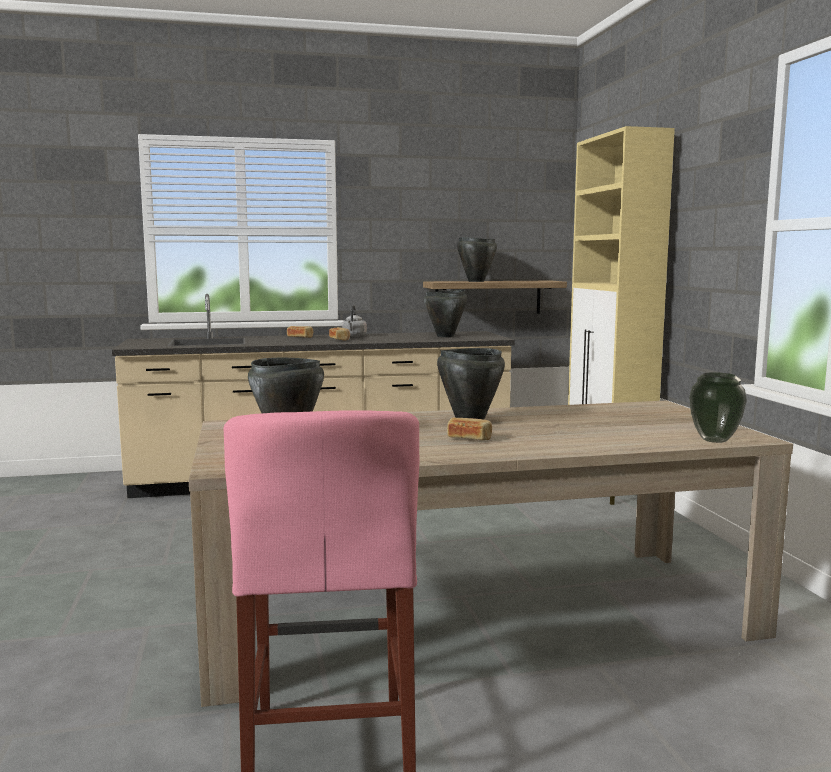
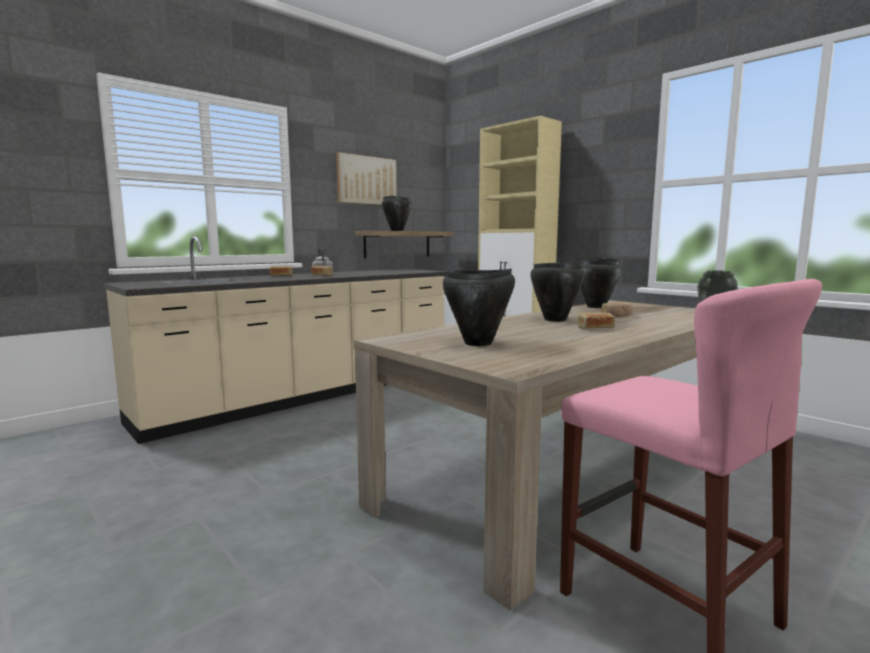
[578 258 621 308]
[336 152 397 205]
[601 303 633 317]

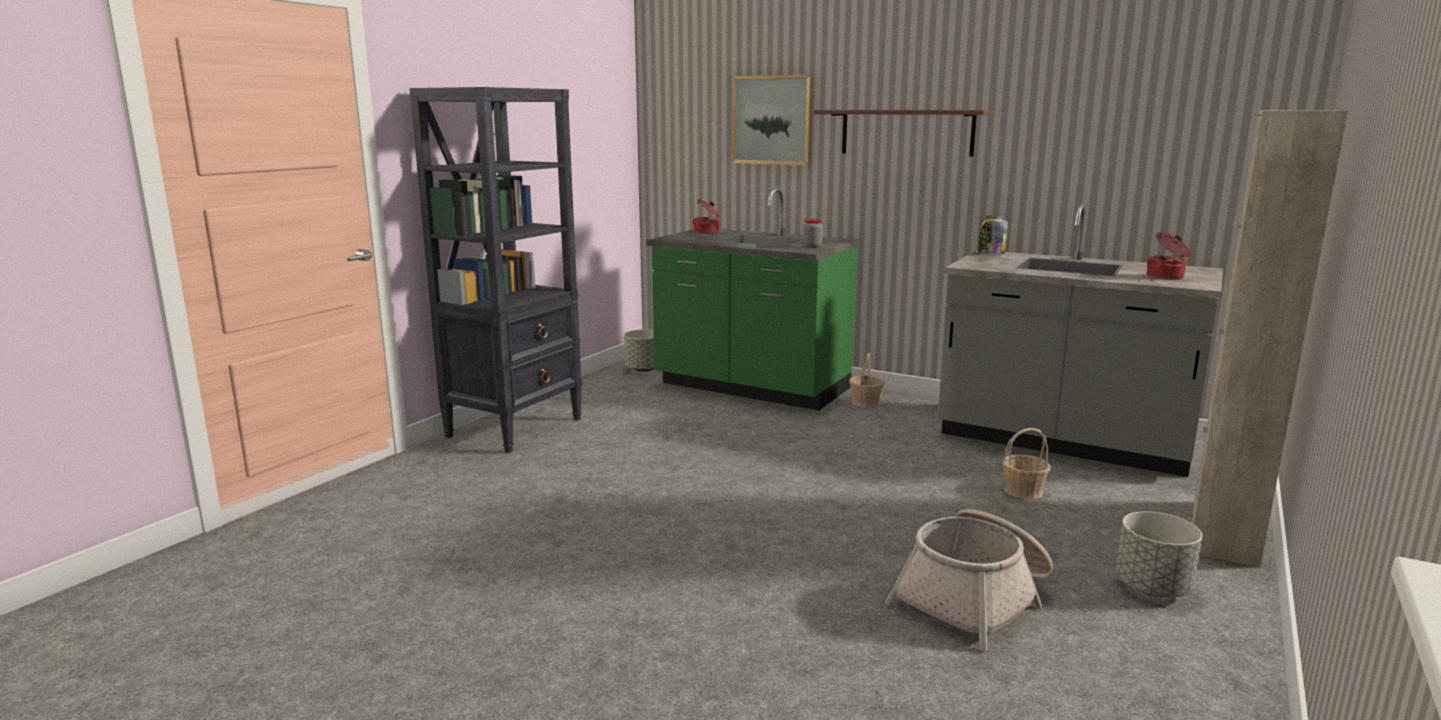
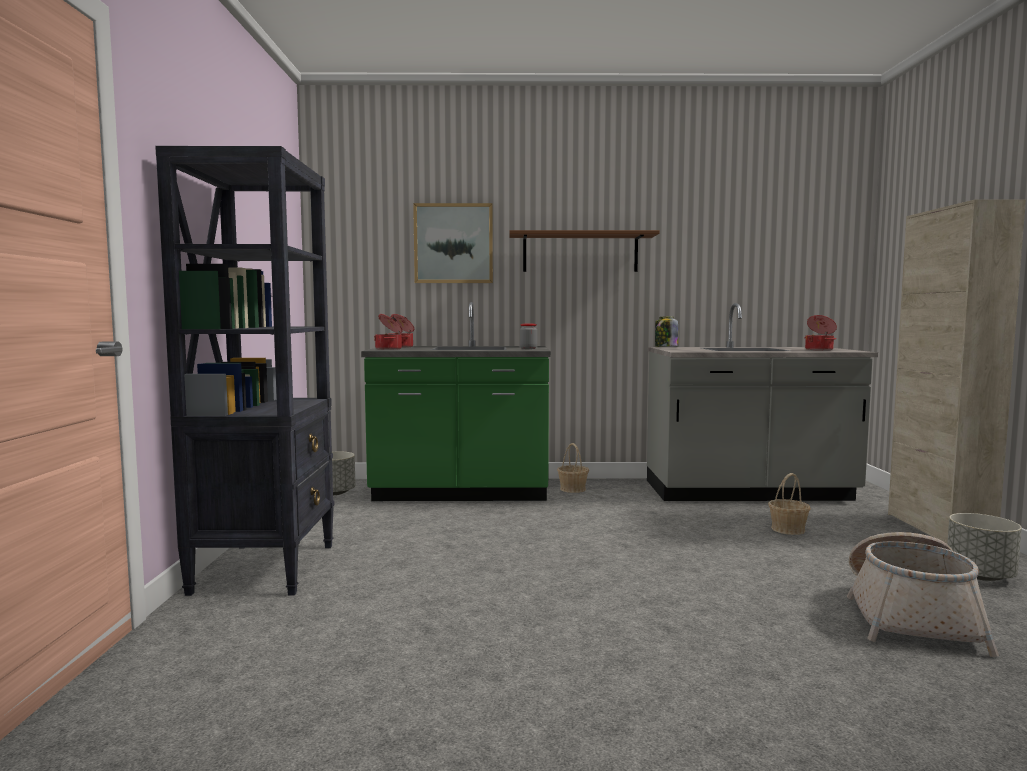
[374 314 403 350]

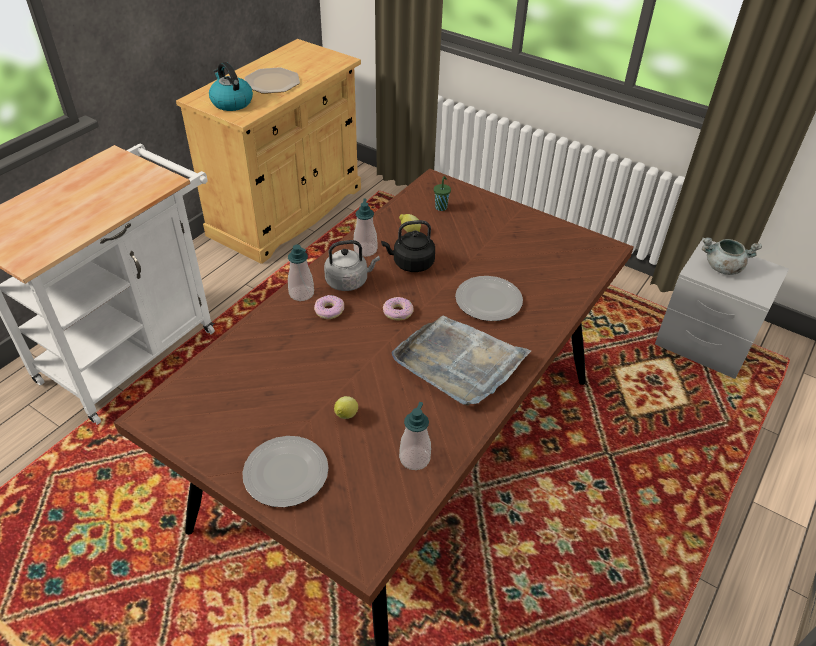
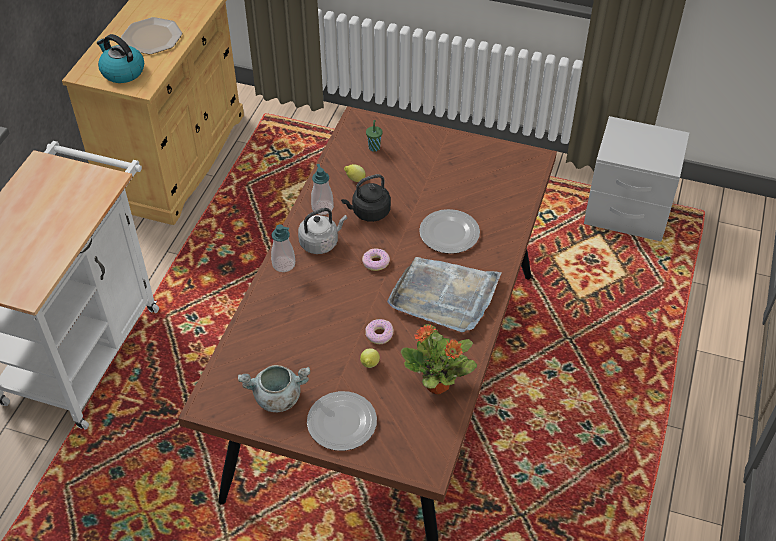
[238 365 310 412]
[365 319 394 344]
[401 324 477 395]

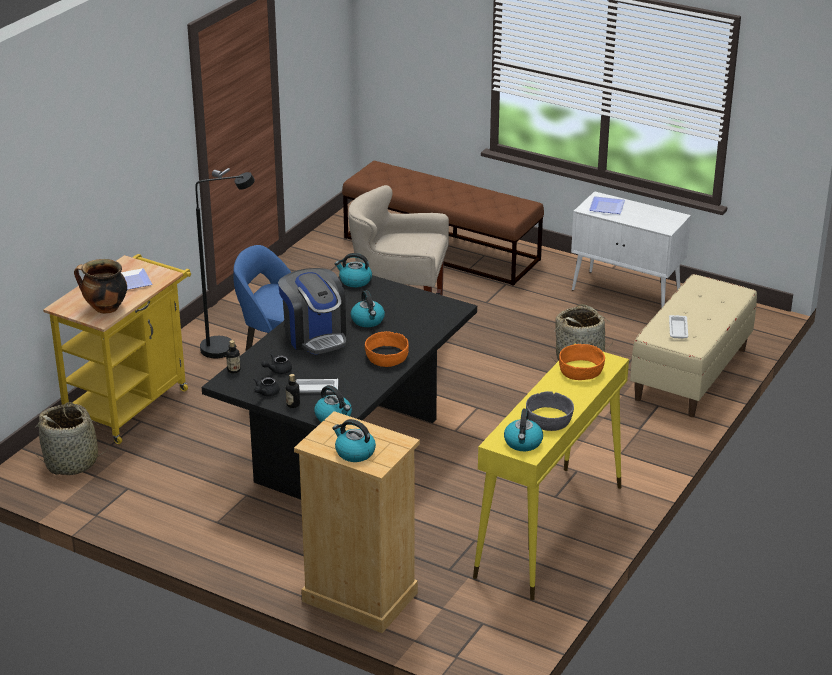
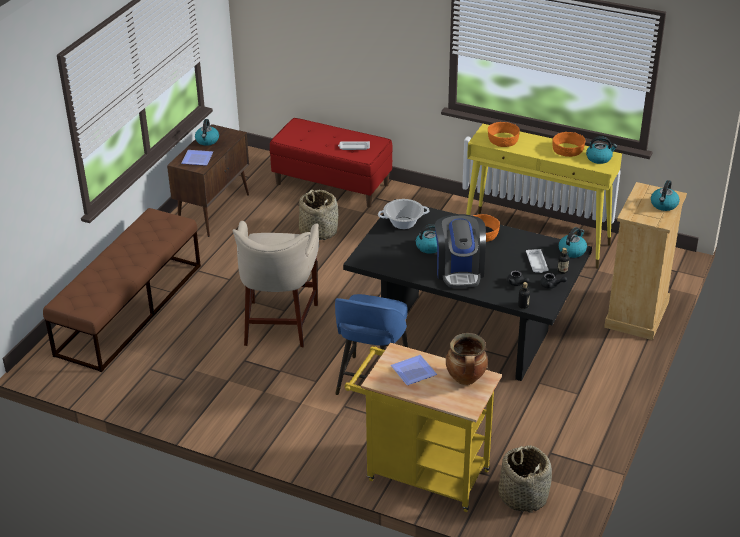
[195 172 255 358] (first image)
[167 124 249 237]
[195 119 219 146]
[435 214 486 288]
[270 118 393 208]
[552 132 585 157]
[378 199 430 229]

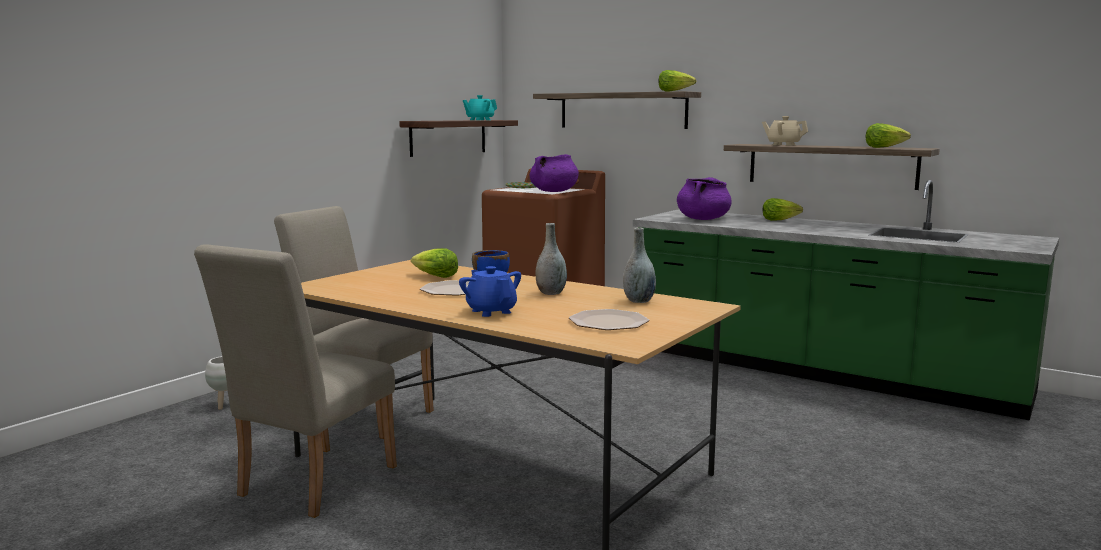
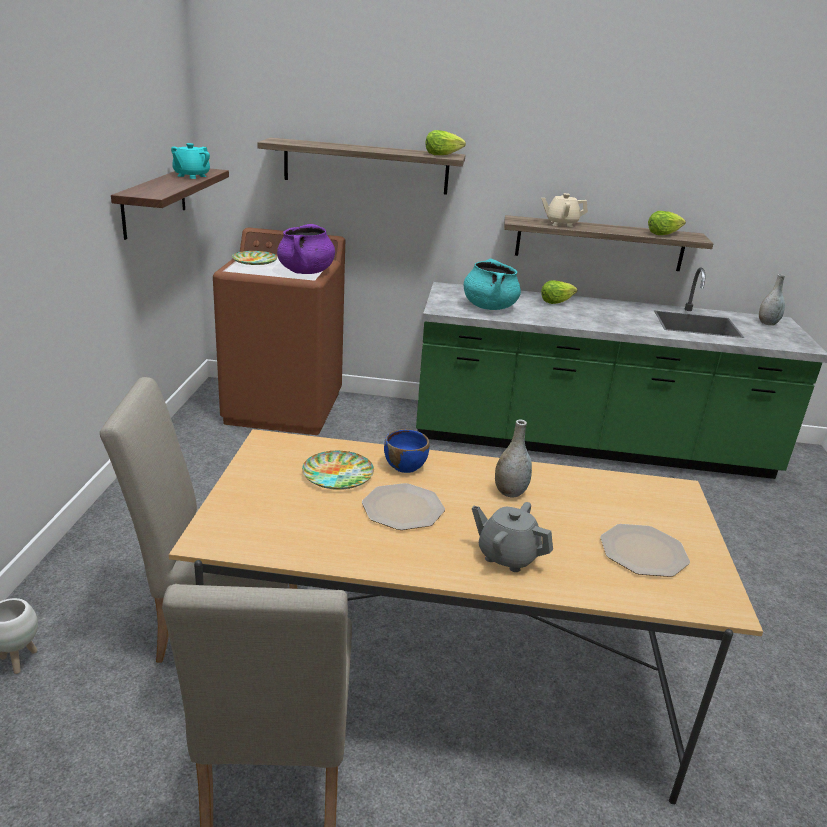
[464 258 521 310]
[759 274 785 325]
[302 451 374 490]
[472 502 553 572]

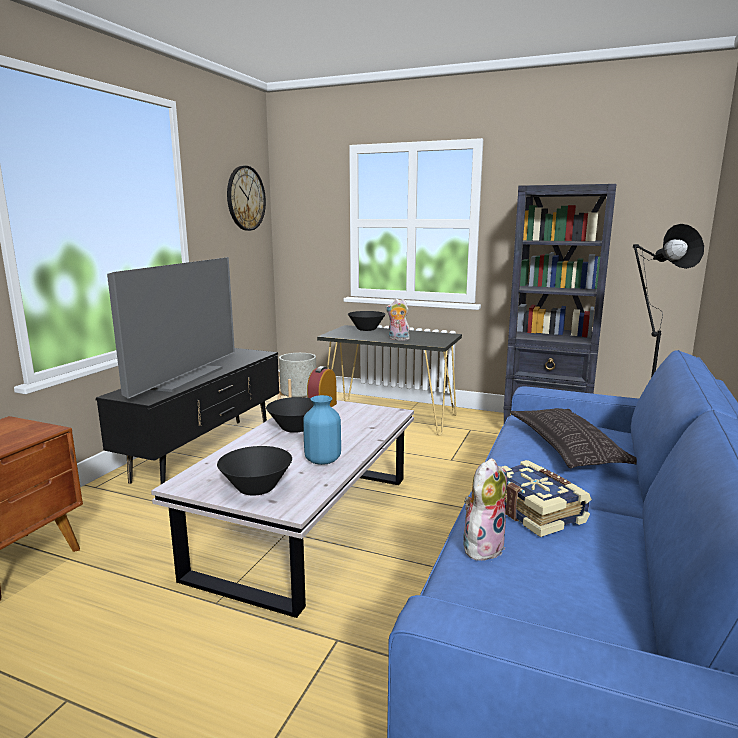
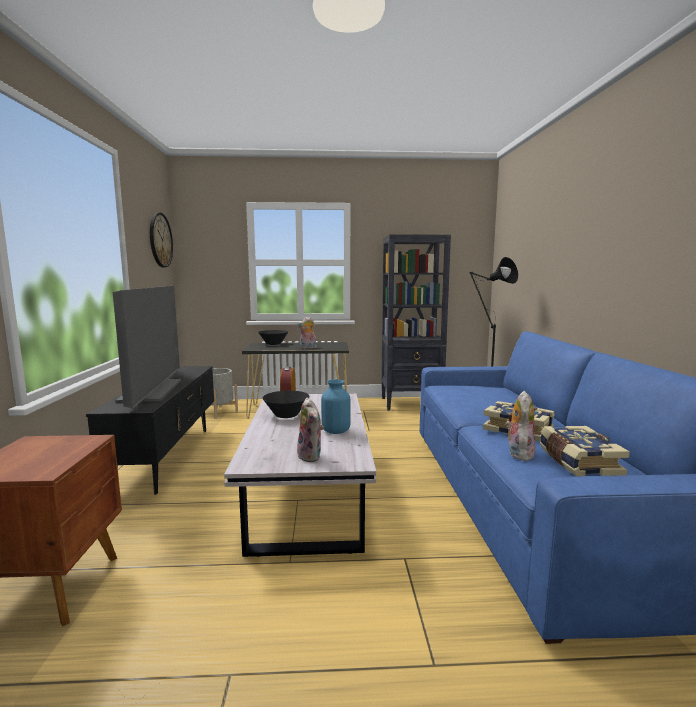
[510 408 637 469] (first image)
[297 397 324 462]
[540 426 630 476]

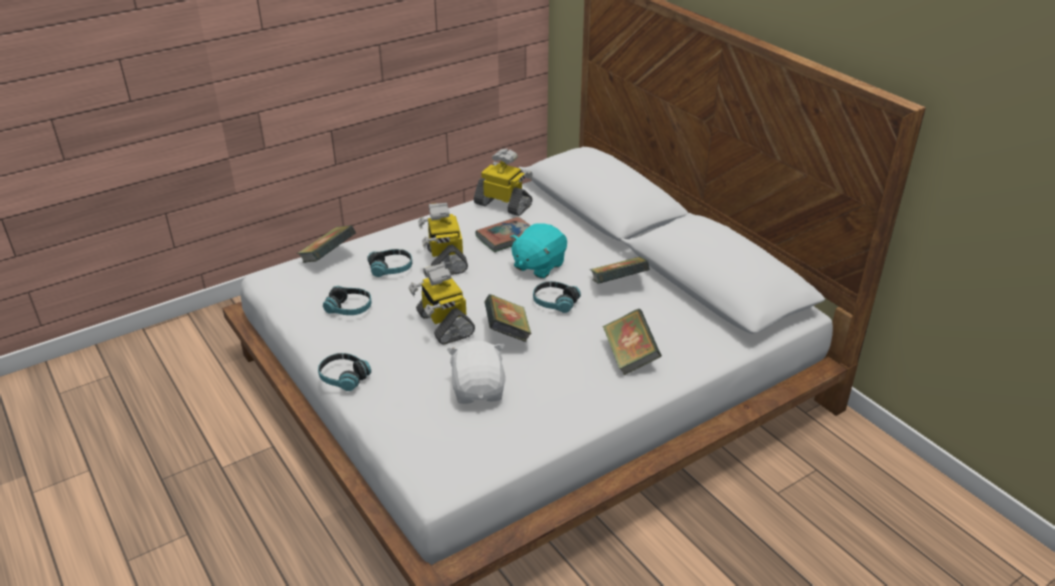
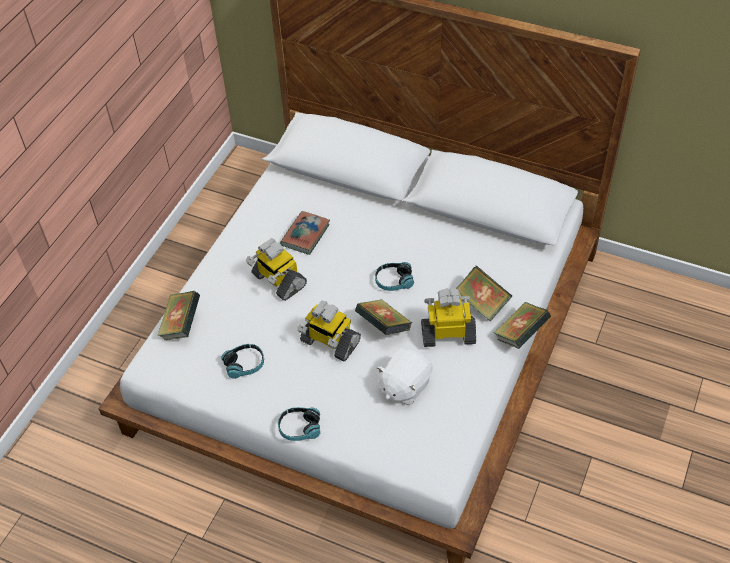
[421 288 476 347]
[510 223 567 279] (first image)
[368 249 412 277] (first image)
[494 302 551 349]
[376 348 432 405]

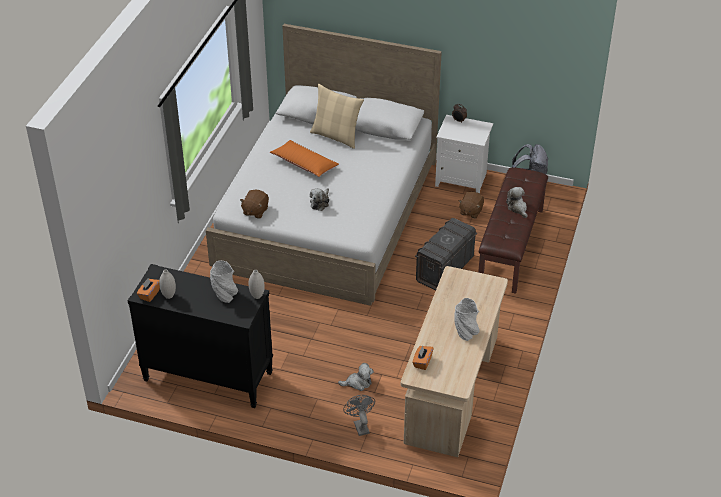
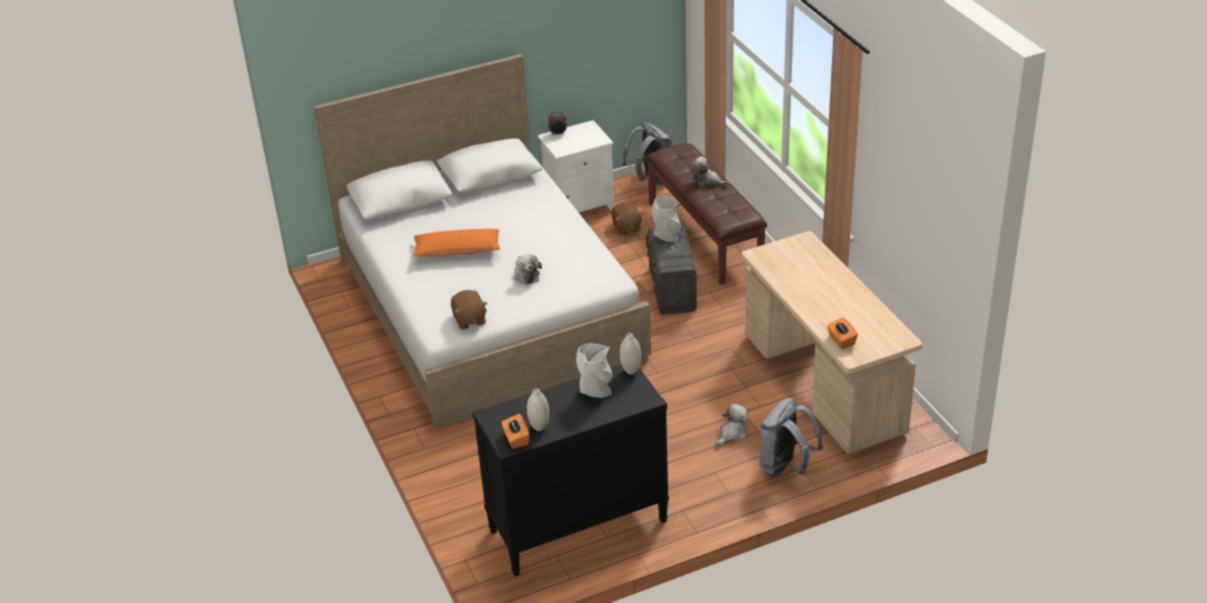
[310 84 364 149] (first image)
[652 196 681 242]
[760 398 823 477]

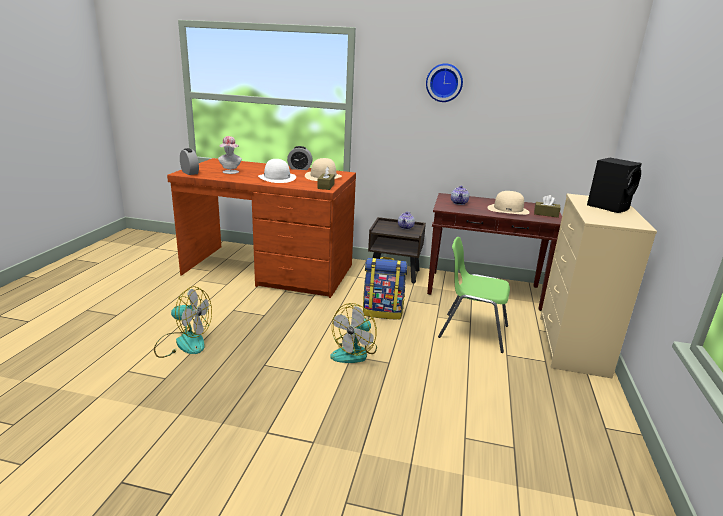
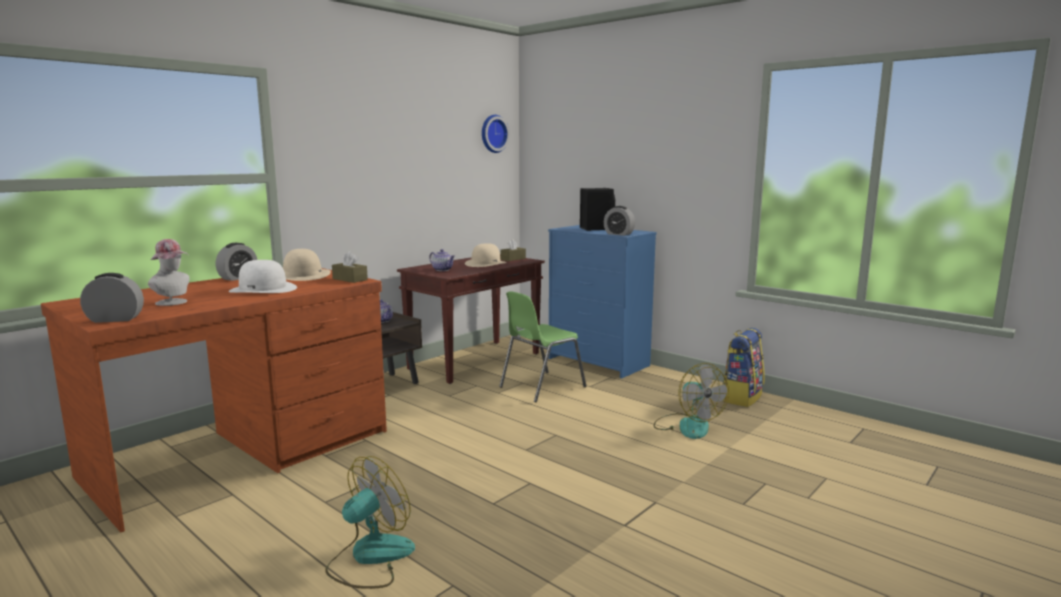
[482 115 510 153]
[548 225 657 379]
[722 328 765 407]
[653 363 729 439]
[604 206 635 236]

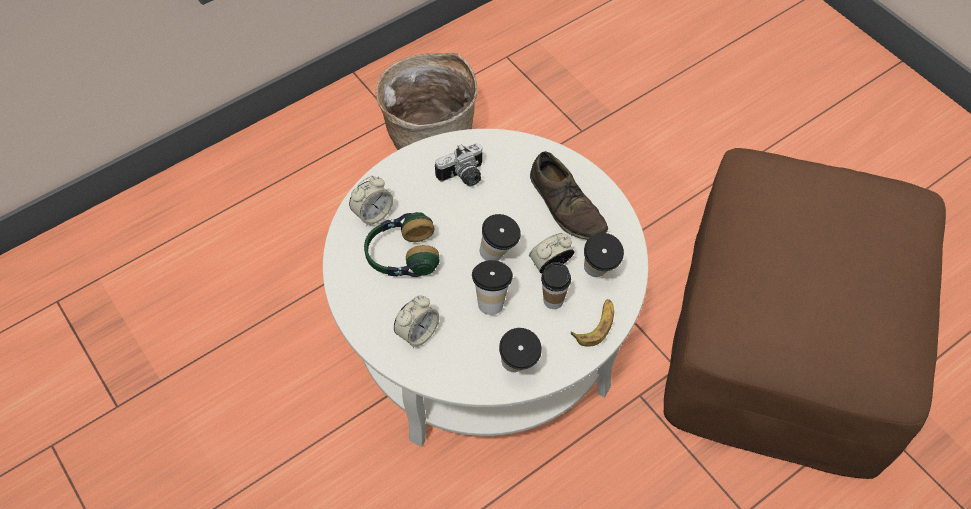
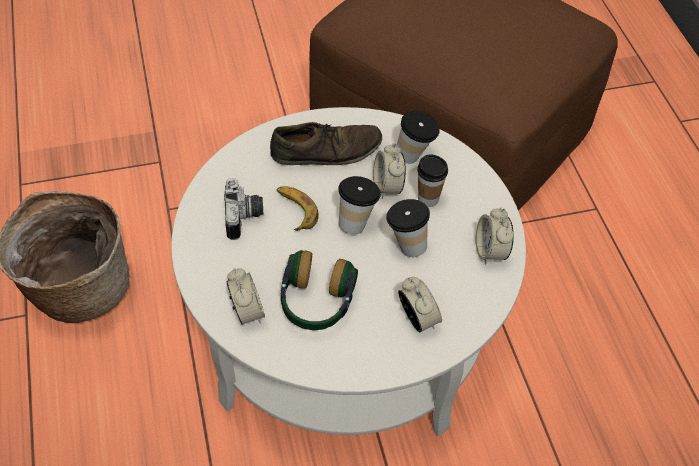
[277 186 319 231]
[476 207 514 265]

